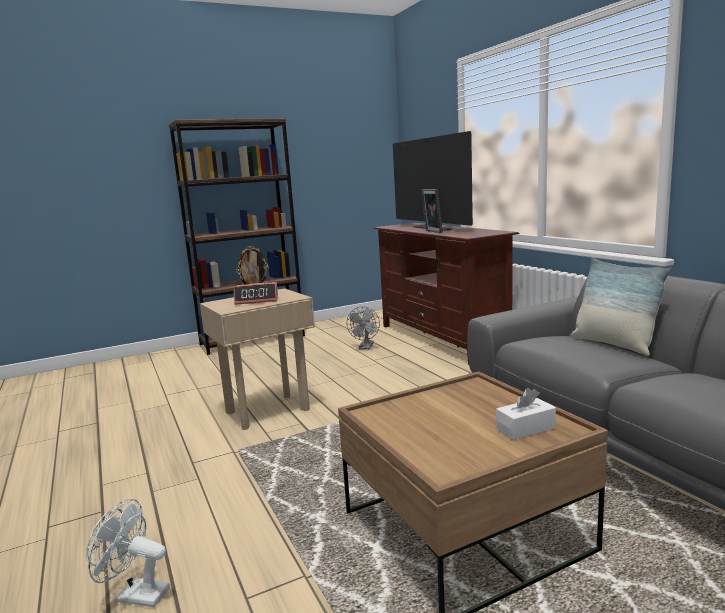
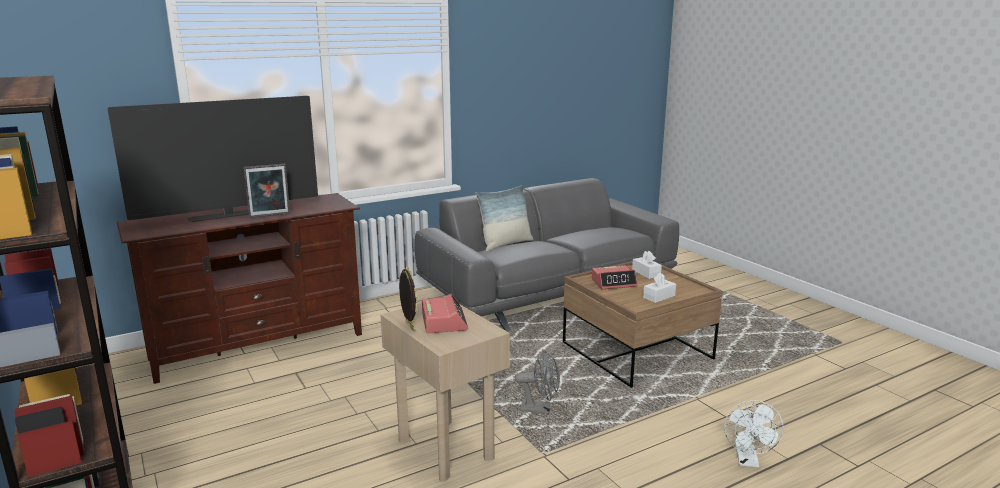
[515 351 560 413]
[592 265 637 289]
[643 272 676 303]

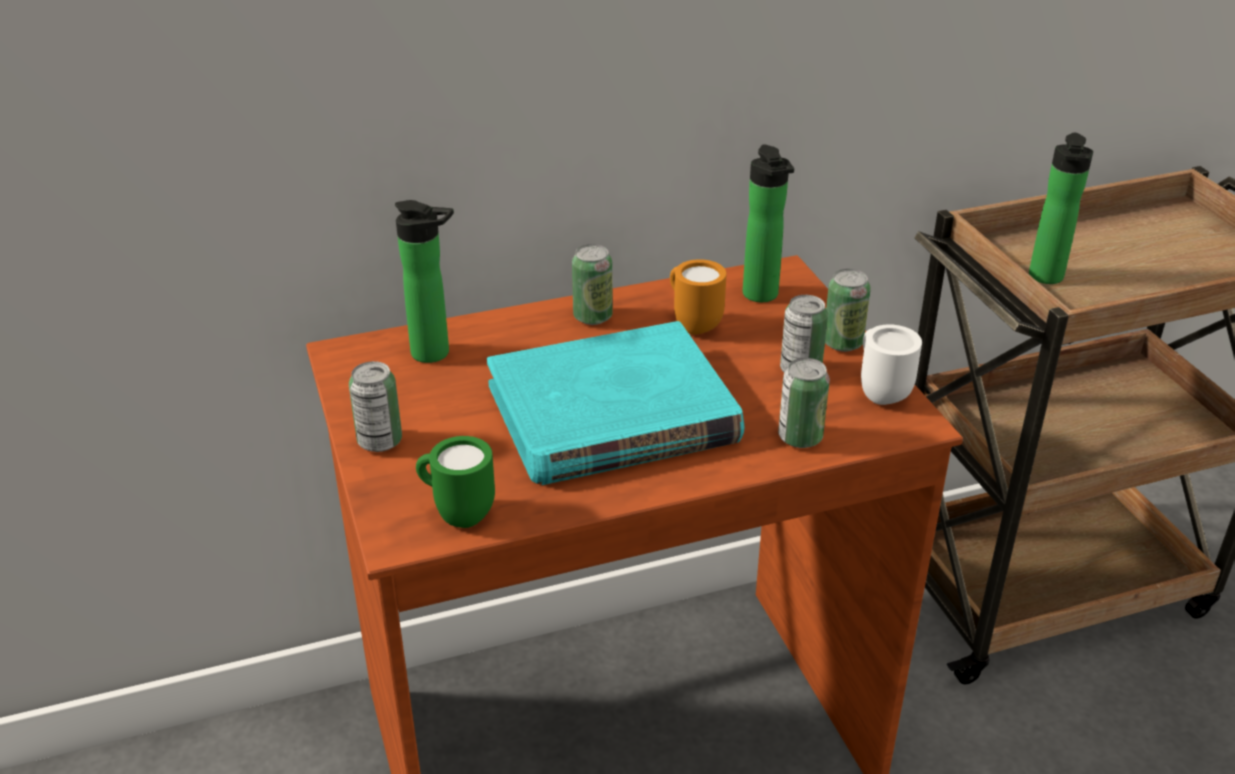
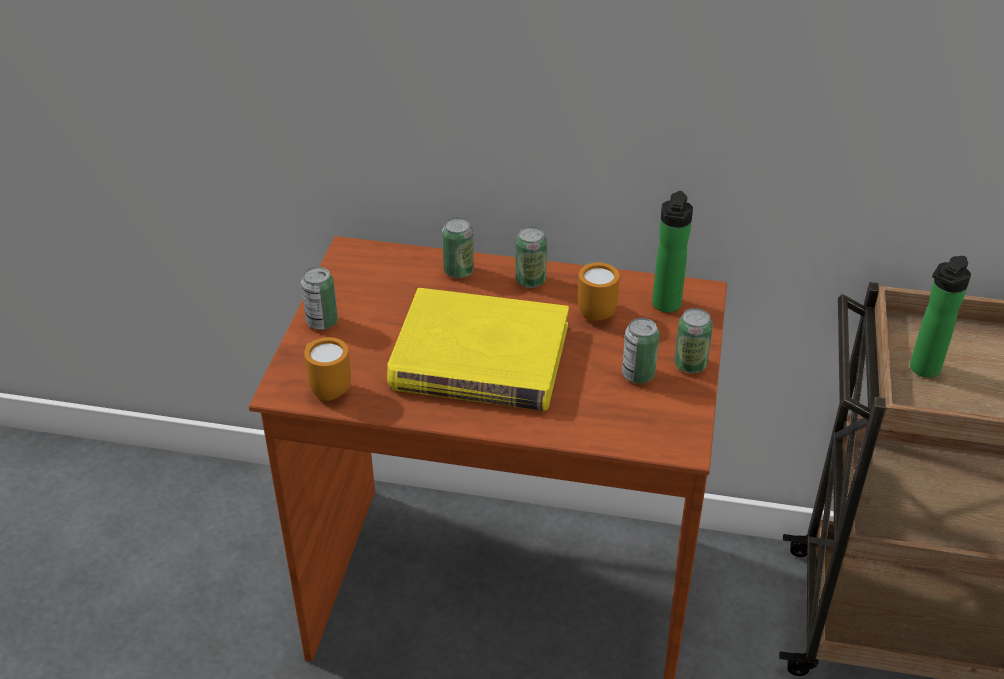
[395 200 454 363] (first image)
[387 288 569 411]
[861 324 922 405] (first image)
[442 217 474 278]
[304 337 351 401]

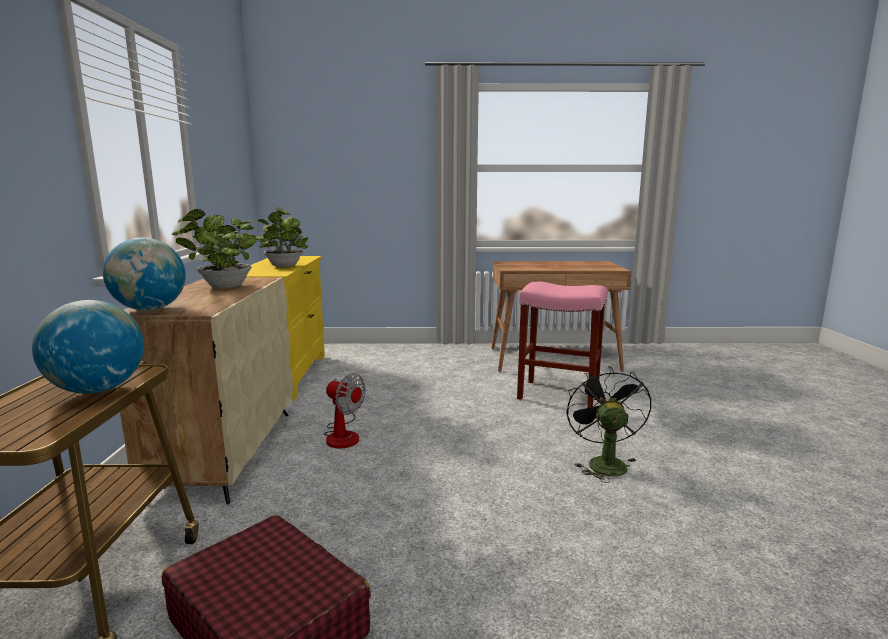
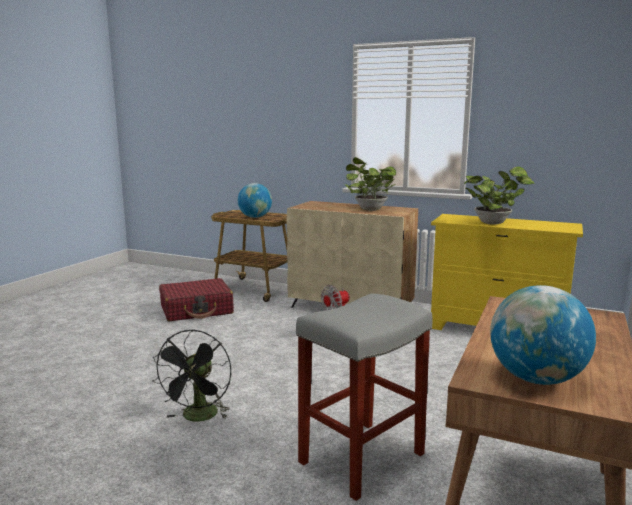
[490 285 596 385]
[296 293 433 501]
[153 329 231 422]

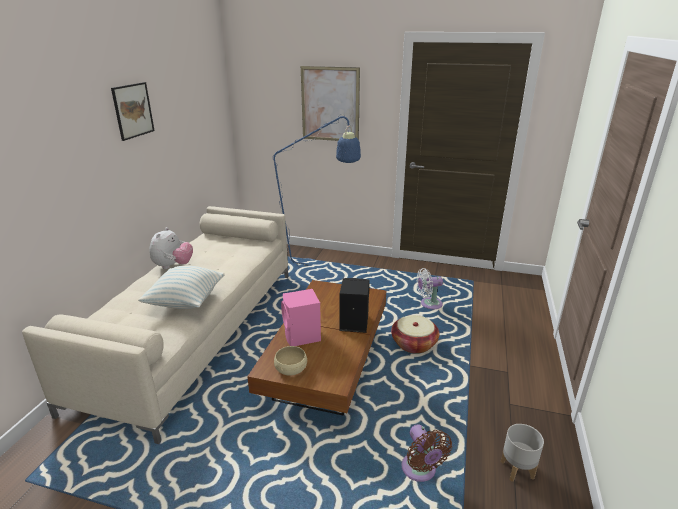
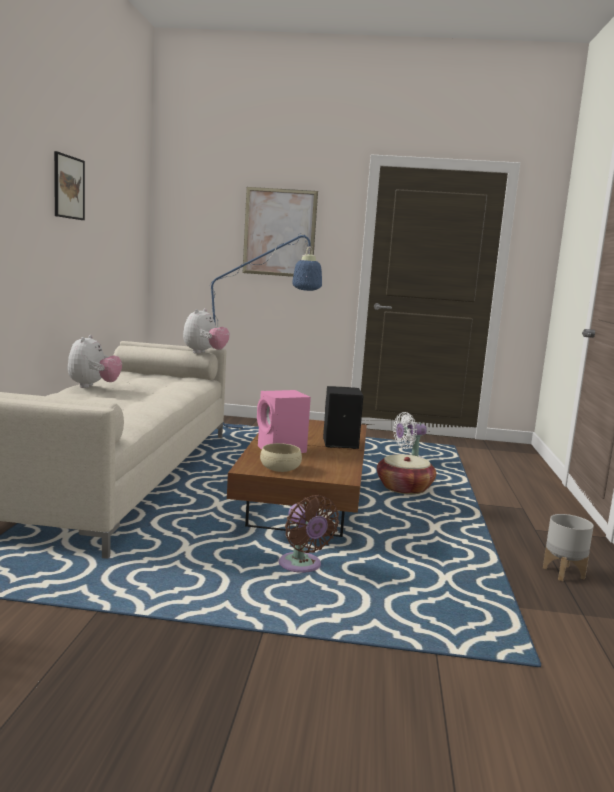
[138 266 225 309] (first image)
[278 495 339 573]
[183 308 230 354]

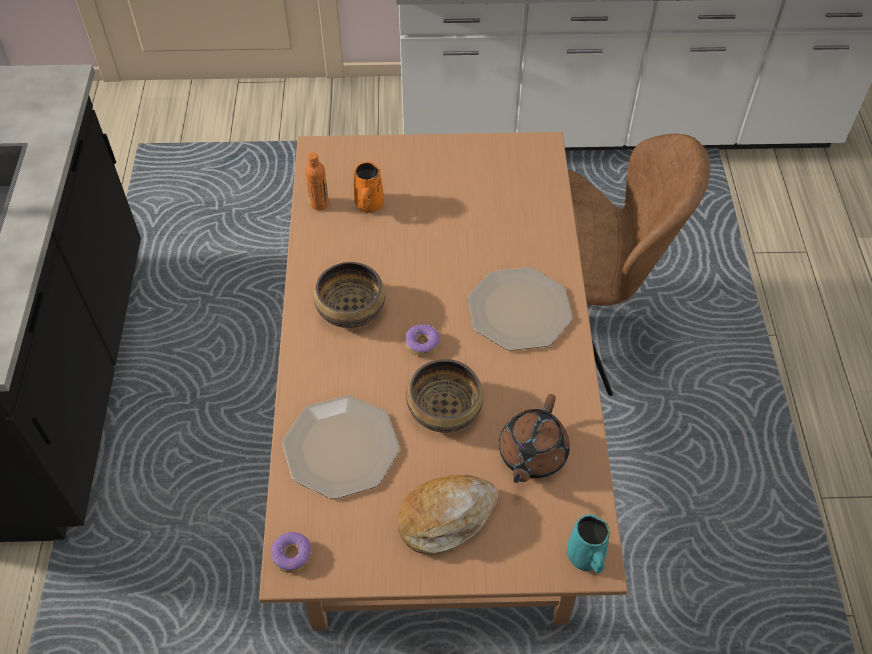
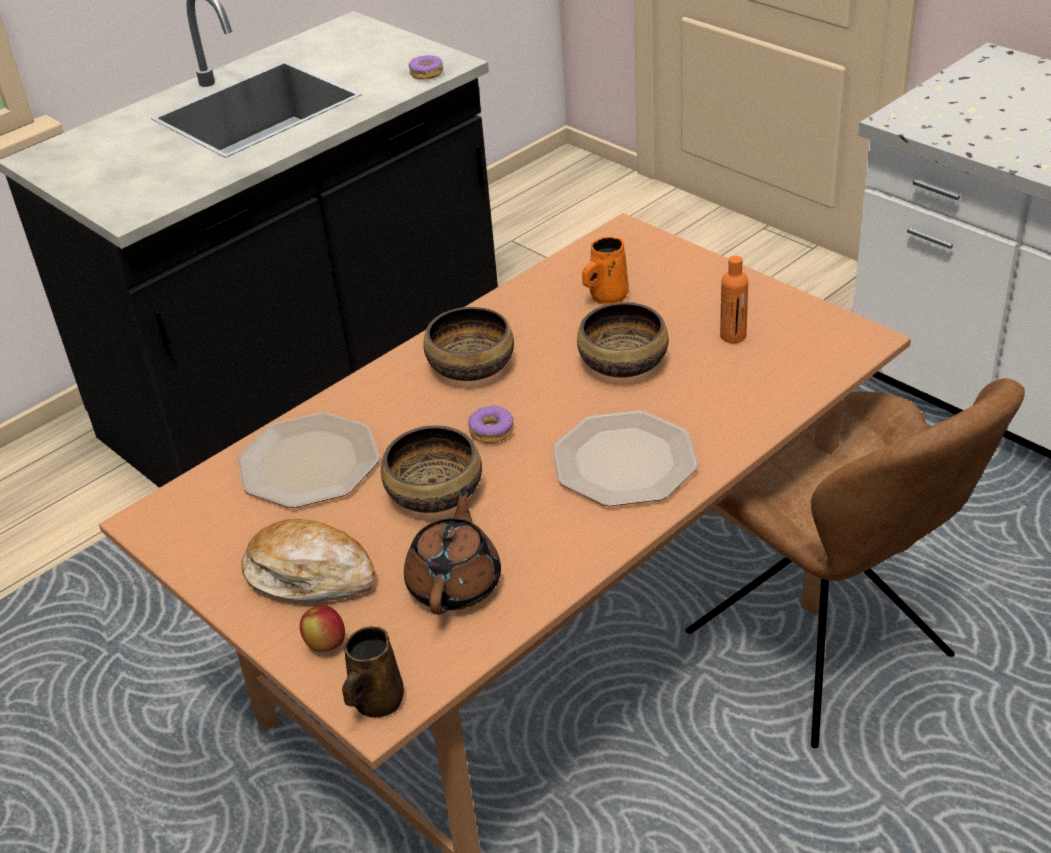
[720 256 748 343]
[404 487 501 615]
[342 627 404 717]
[409 55 443 79]
[577 302 669 378]
[300 605 345 652]

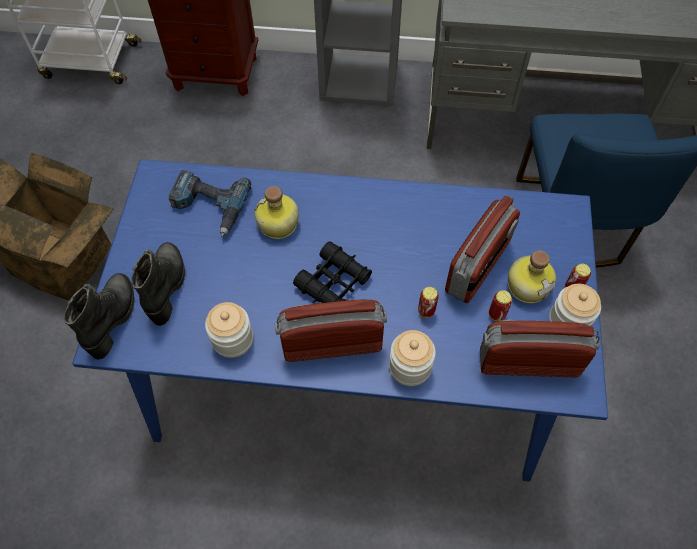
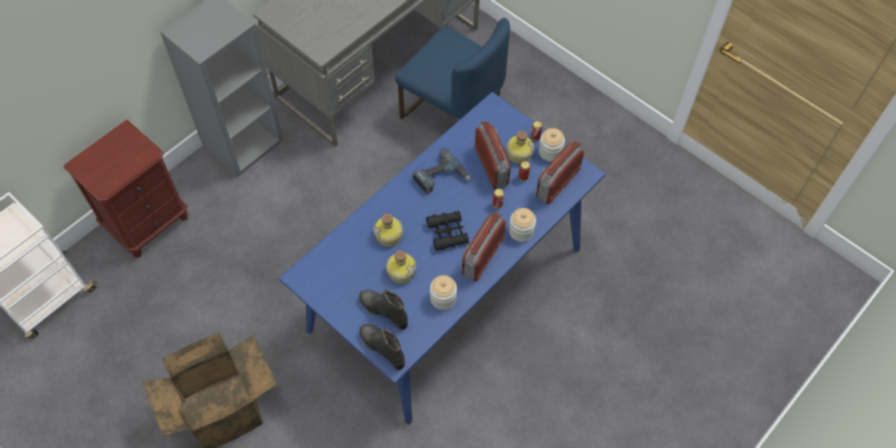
[413 148 470 194]
[386 251 416 283]

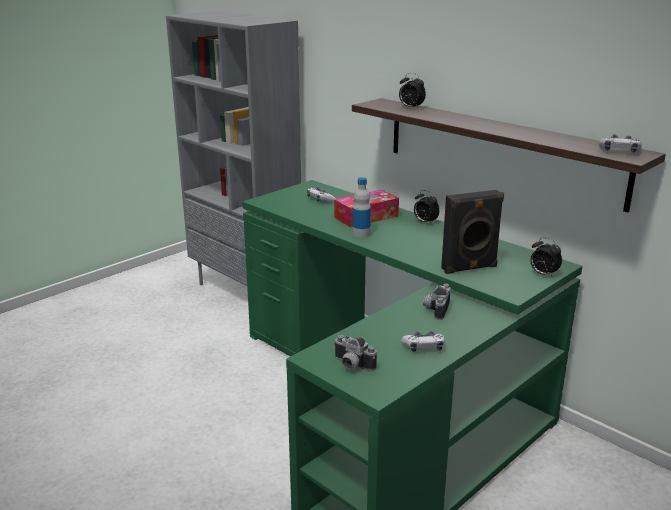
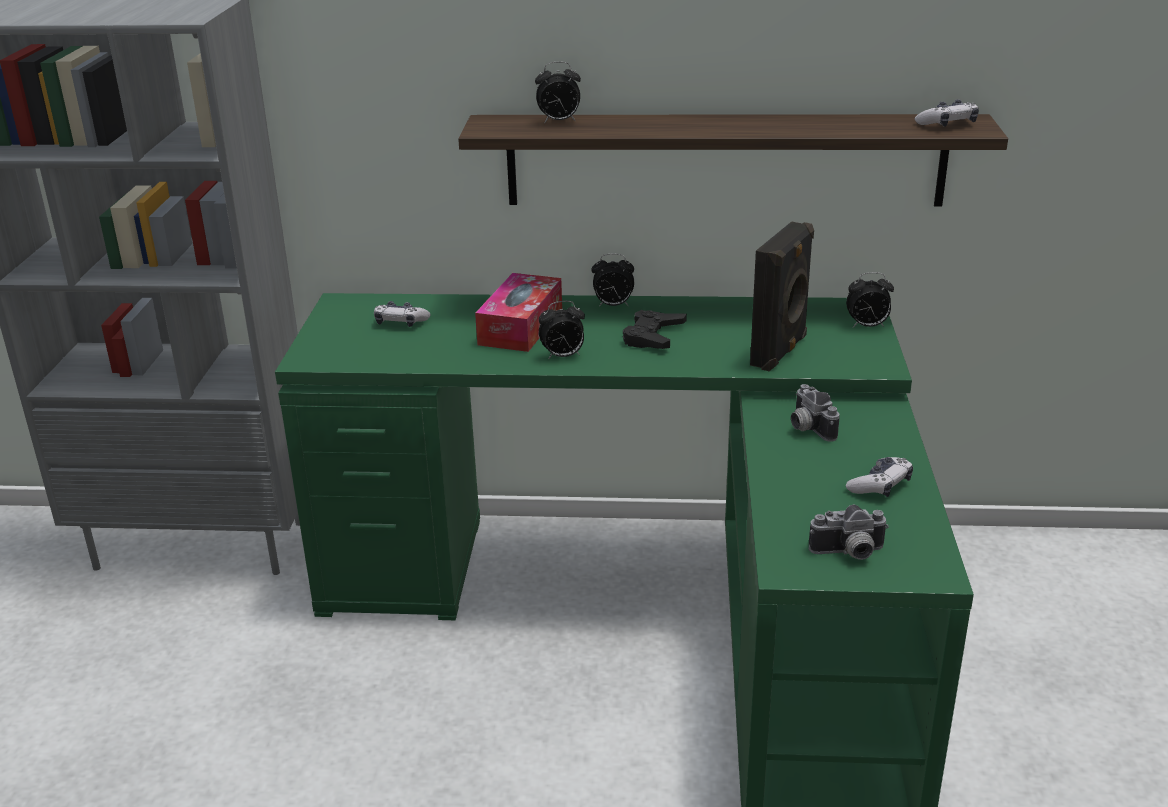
[539 301 585 358]
[623 310 687 349]

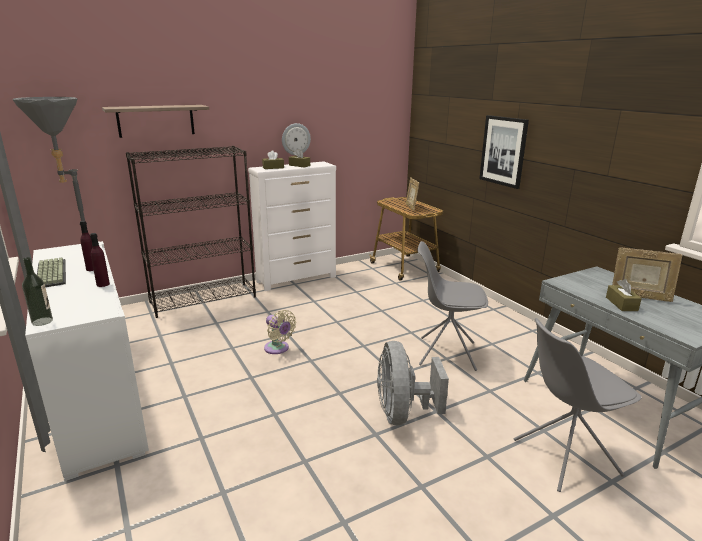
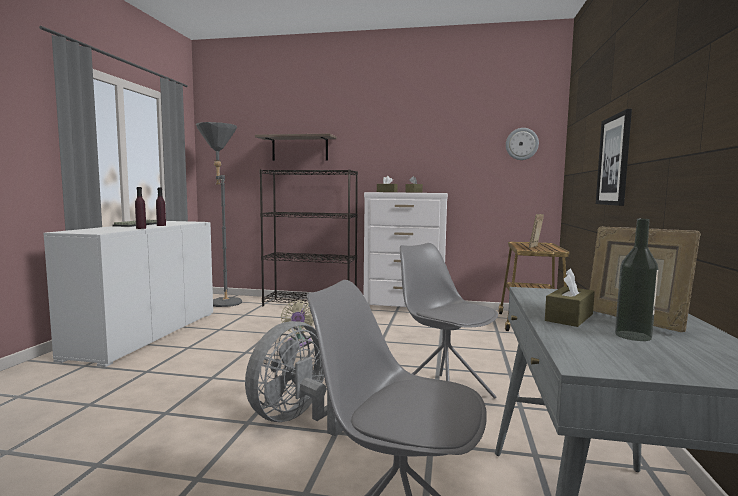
[506 128 539 160]
[615 219 659 341]

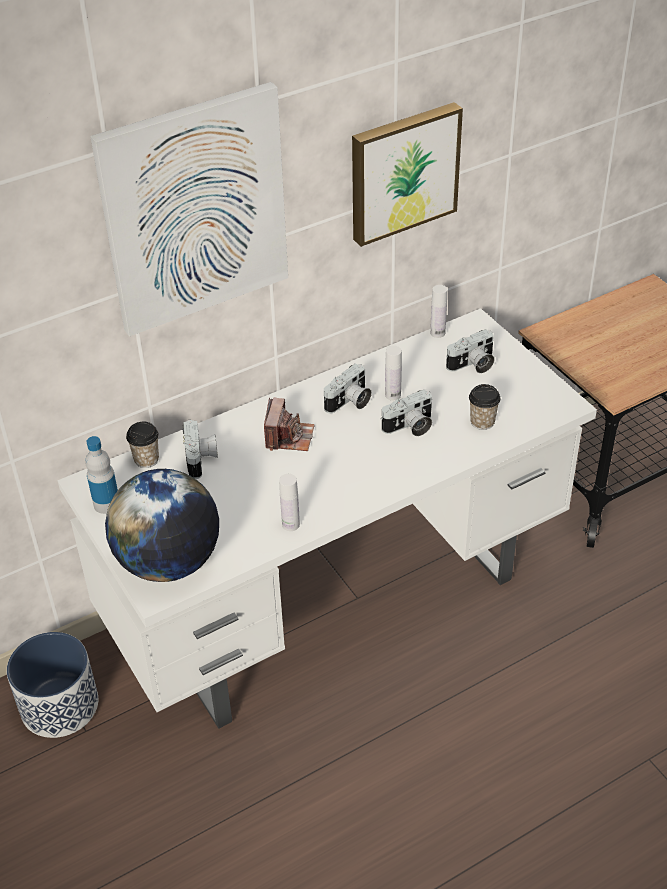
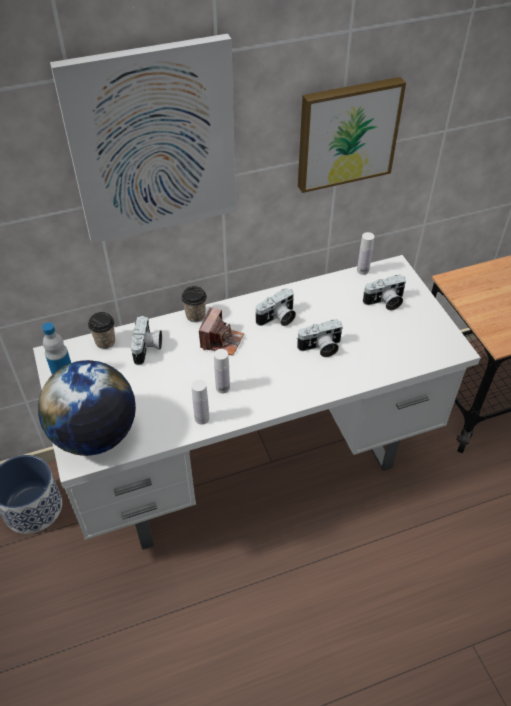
[214 349 230 393]
[181 286 207 322]

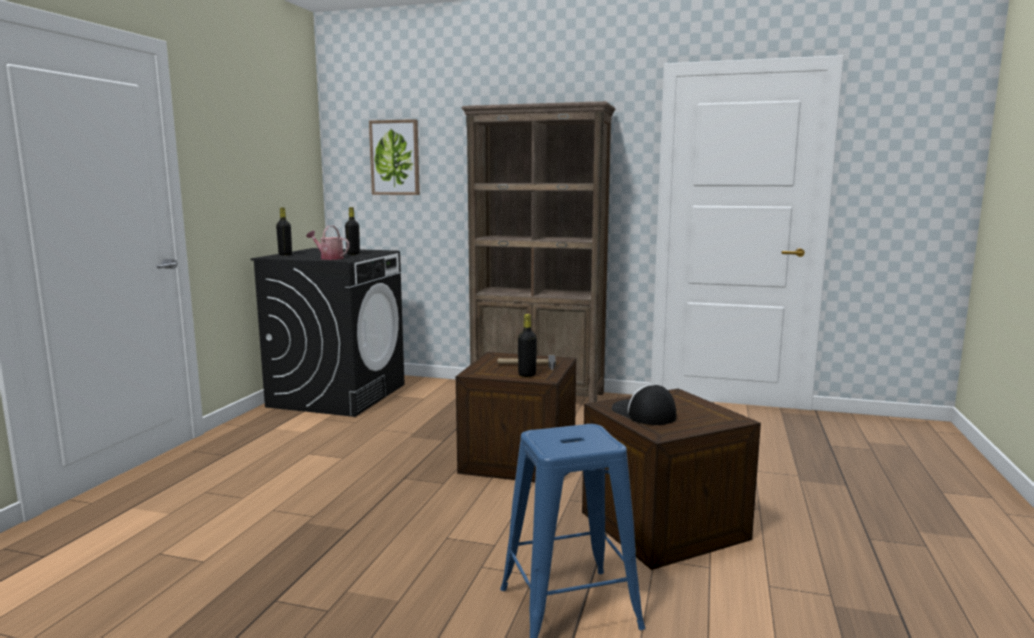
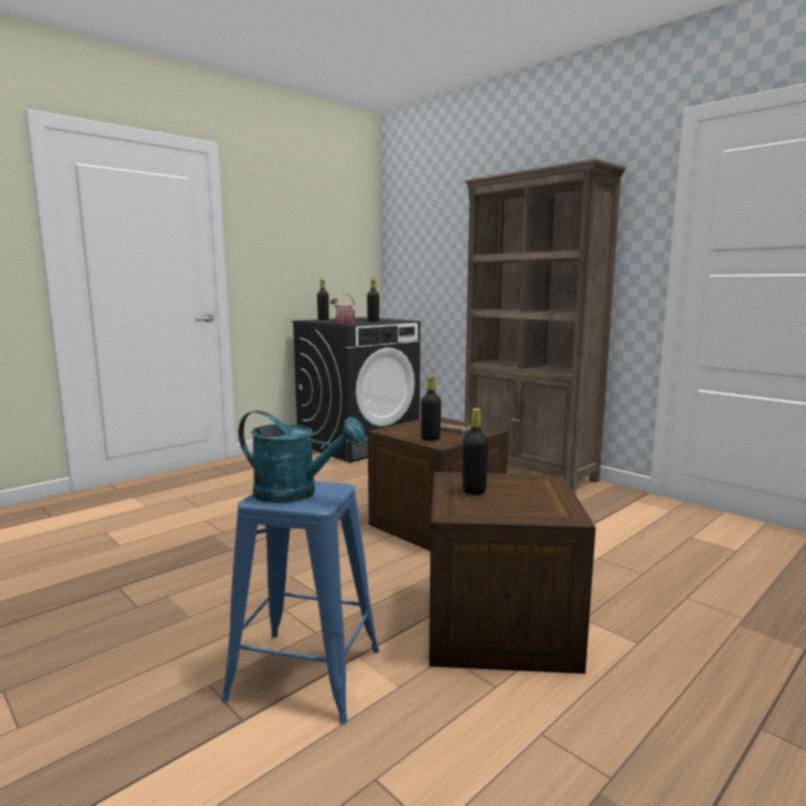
[369 119 420 195] (first image)
[463 408 488 495]
[239 410 365 503]

